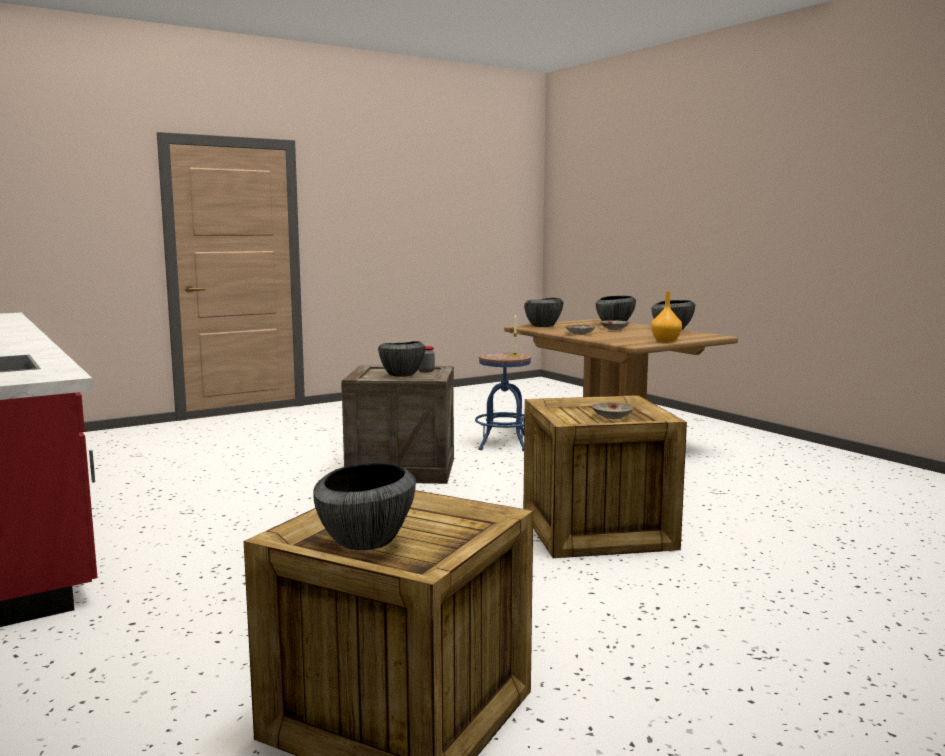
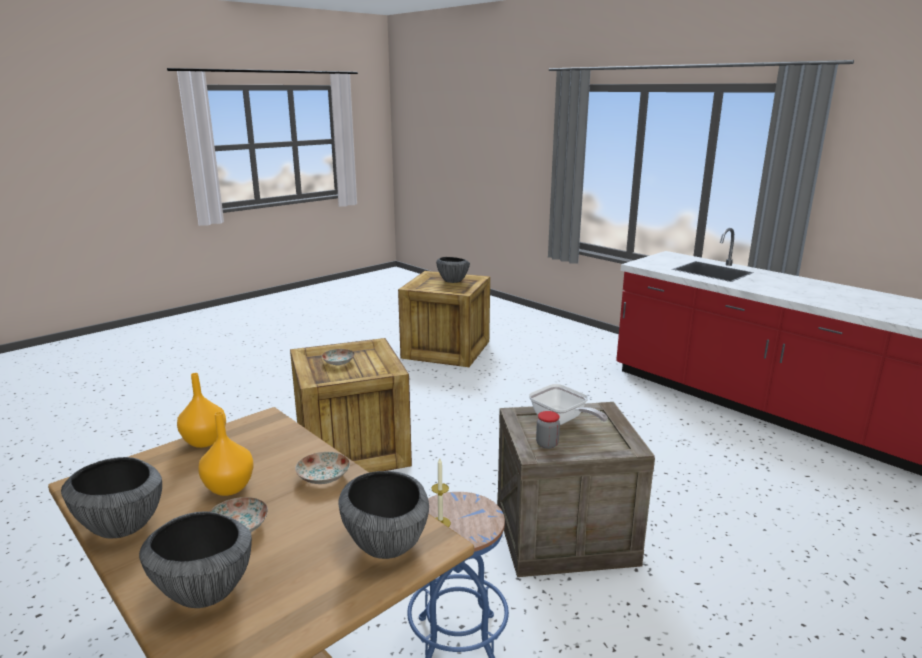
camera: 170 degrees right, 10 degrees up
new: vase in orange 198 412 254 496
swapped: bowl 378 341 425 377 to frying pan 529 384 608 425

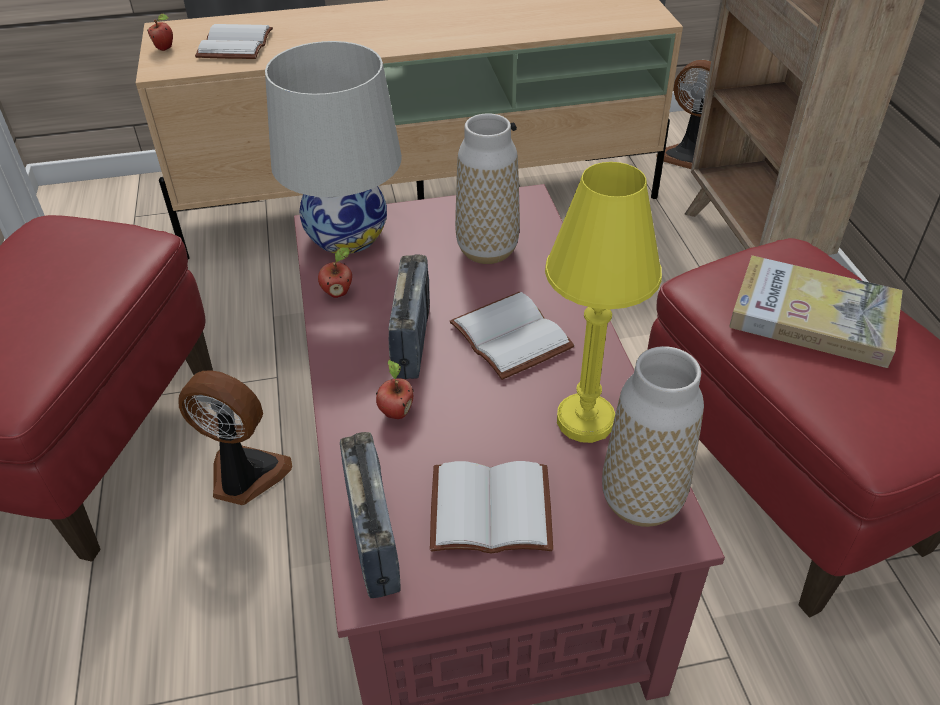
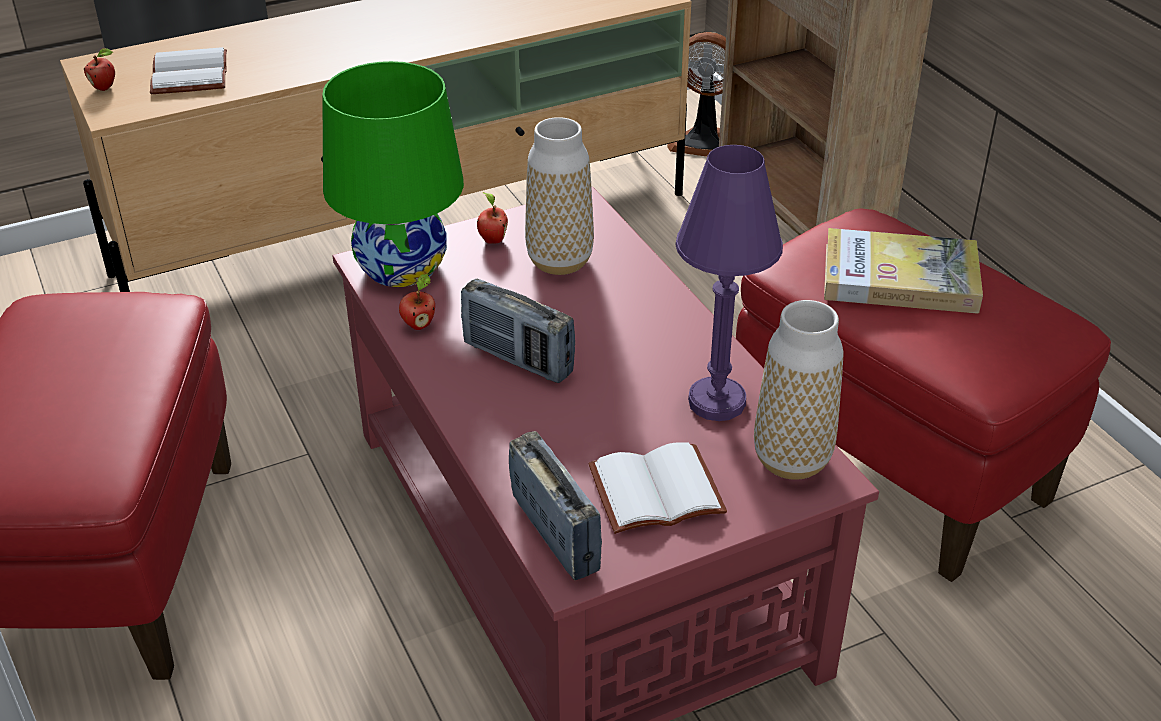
camera: 15 degrees left, 5 degrees down
gone: book in white 450 292 575 380; fan 178 370 292 505
shifted: apple 376 360 414 419 to 477 192 508 244
repainted: table lamp in white 265 41 402 254 to table lamp in green 322 61 464 287; table lamp in yellow 545 162 662 443 to table lamp in purple 675 145 783 421
rotated: radio 388 254 430 379 = 461 279 575 383 135 degrees clockwise

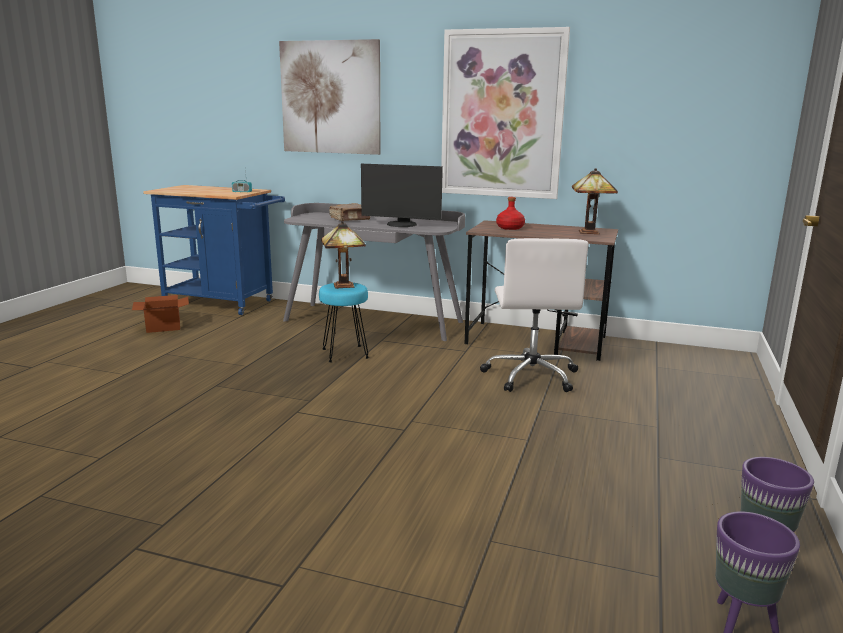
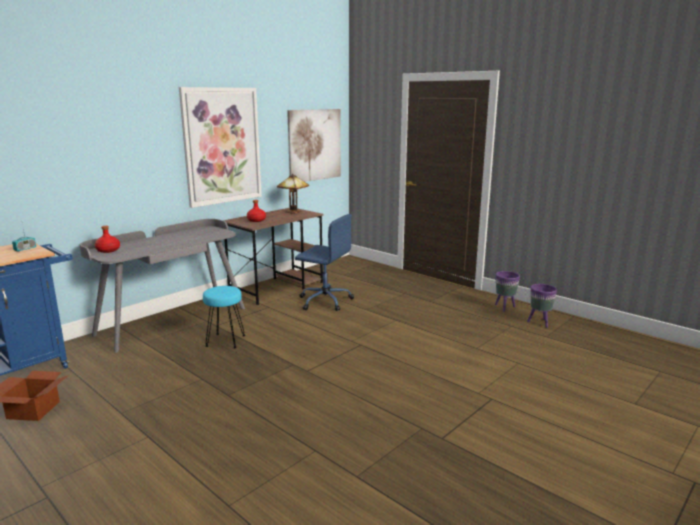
camera: 65 degrees left, 0 degrees up
gone: monitor 361 164 443 227; book in brown 329 203 370 221; table lamp 321 221 366 289
new: bottle in red 95 226 120 253
shifted: picture 279 39 381 155 to 287 109 341 182
repainted: office chair in white 480 238 589 392 to office chair in blue 295 214 354 311

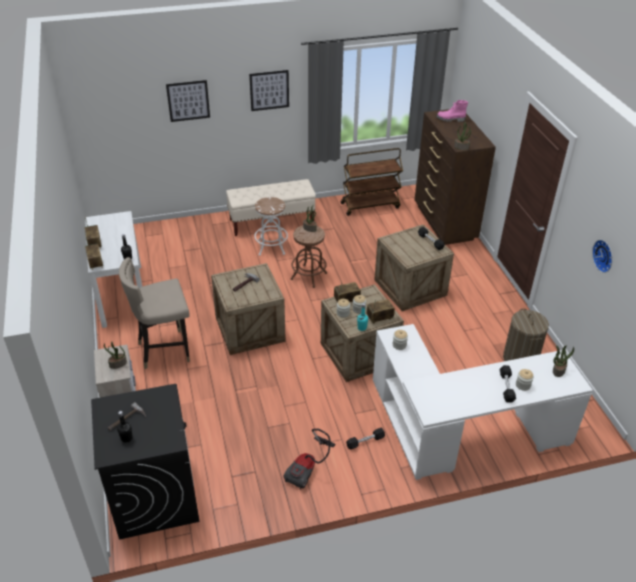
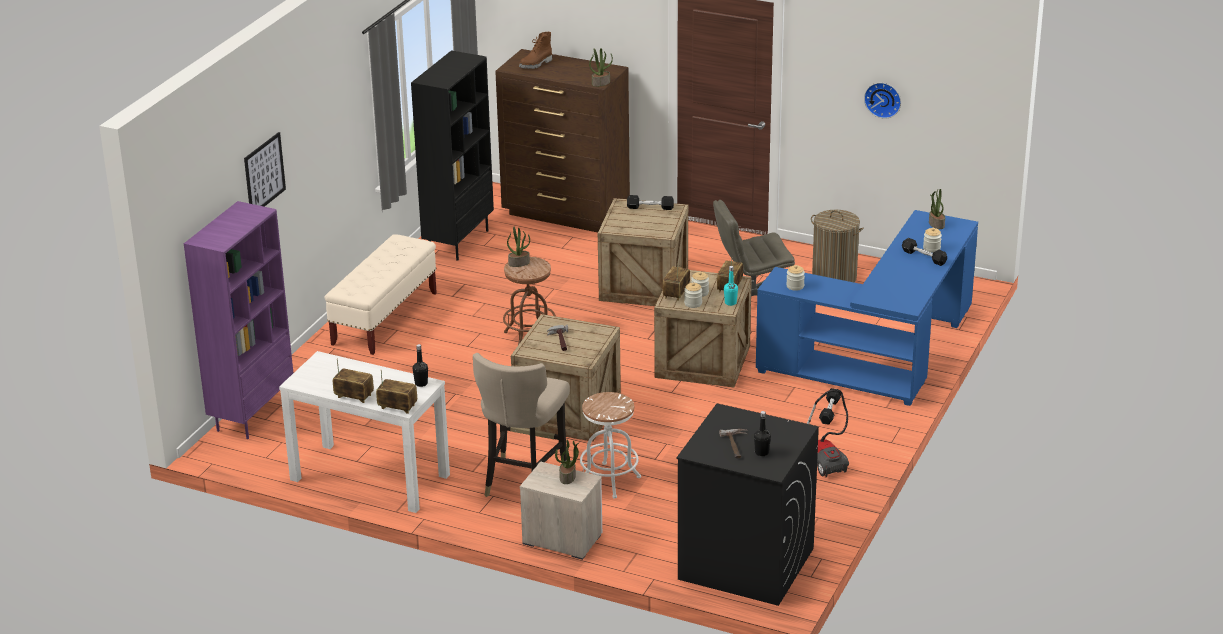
camera: 50 degrees left, 10 degrees down
gone: picture 249 70 289 111
new: office chair in grey 713 200 795 297; bookcase in purple 184 201 293 439
shifted: stool in white 254 197 288 256 to 580 392 641 498
swapped: cart in brown 341 148 403 216 to bookcase in black 411 50 494 261
repainted: boot in pink 436 100 468 122 to boot in brown 519 32 552 69; desk in white 373 324 593 480 to desk in blue 756 210 978 406

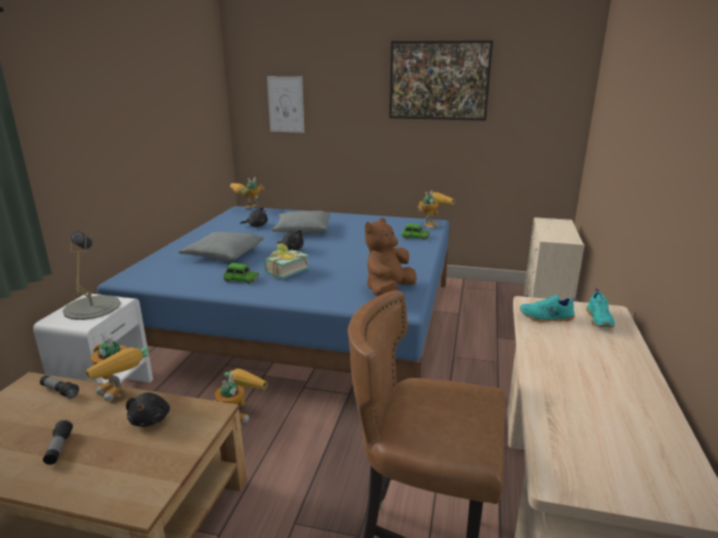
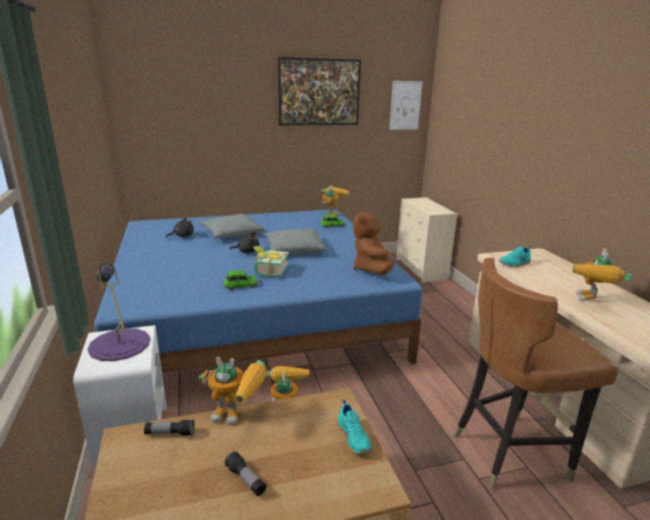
camera: 30 degrees left, 0 degrees up
gone: plush toy in black 126 392 170 427
shifted: picture 267 76 304 133 to 389 81 423 130; toy robot 230 177 265 209 to 572 248 632 302; pillow in grey 178 232 264 261 to 264 228 327 254; shoe in turquoise 586 288 615 328 to 337 399 371 454
repainted: table lamp in grey 62 232 121 320 to table lamp in purple 87 263 150 361

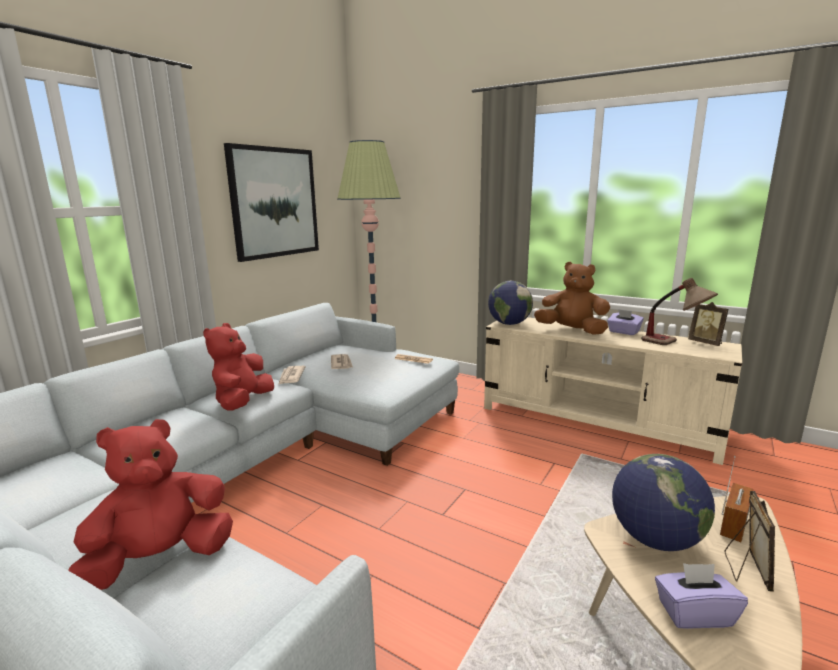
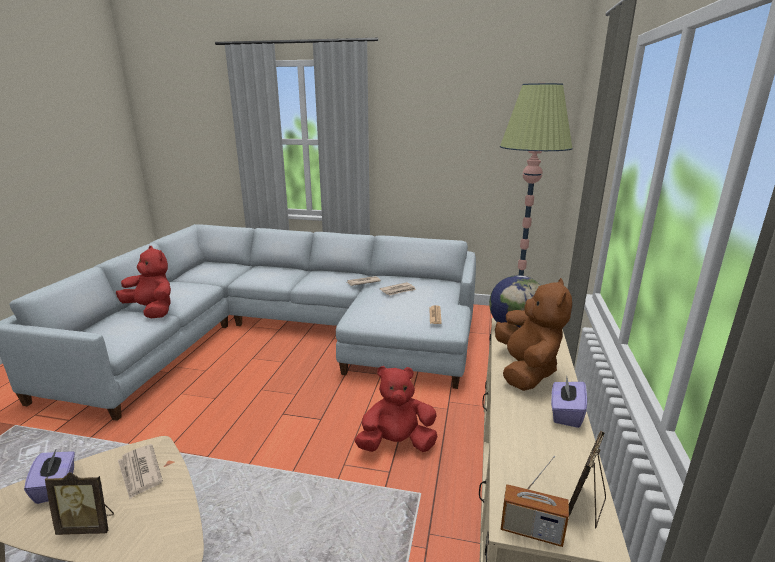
camera: 70 degrees right, 5 degrees up
gone: picture 224 143 319 262; table lamp 641 278 718 345
shifted: plush toy in red 203 323 274 410 to 355 366 438 452; radio 720 456 753 542 to 501 456 569 547
swapped: globe 612 454 715 551 to newspaper 118 444 163 499

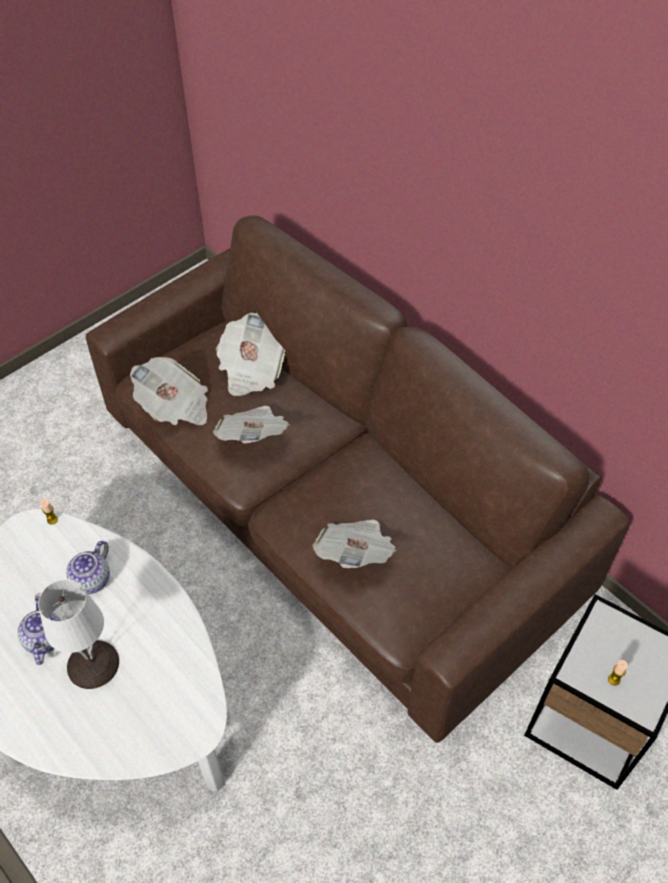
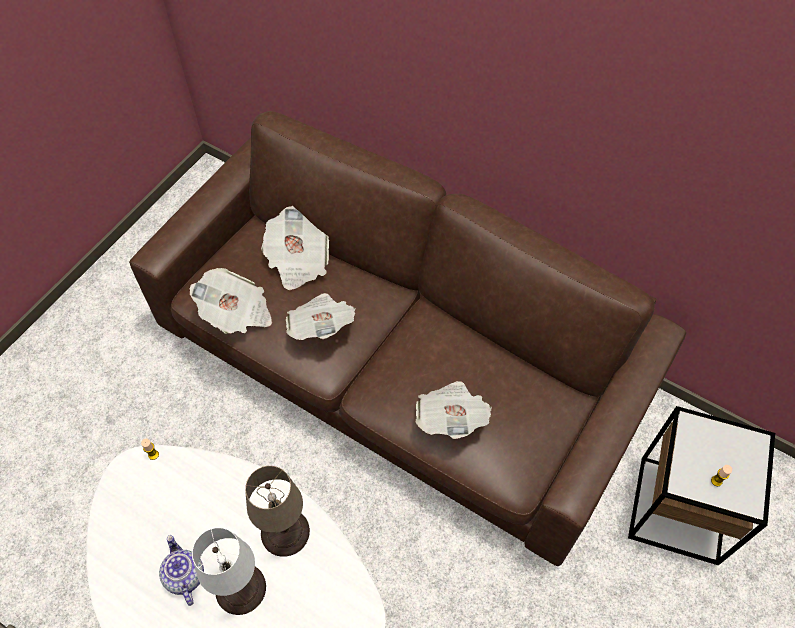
camera: 15 degrees left, 5 degrees up
gone: teapot 66 541 110 594
new: table lamp in beige 245 466 310 557

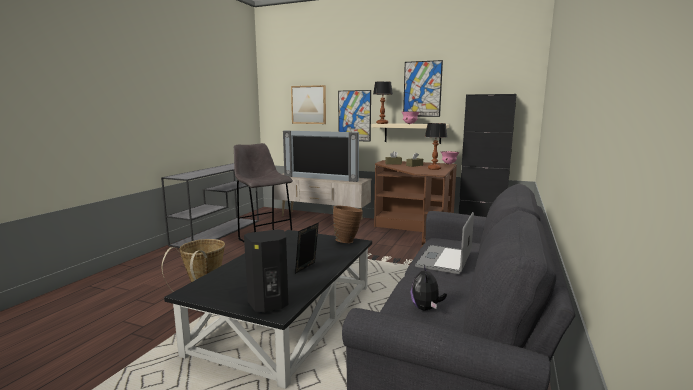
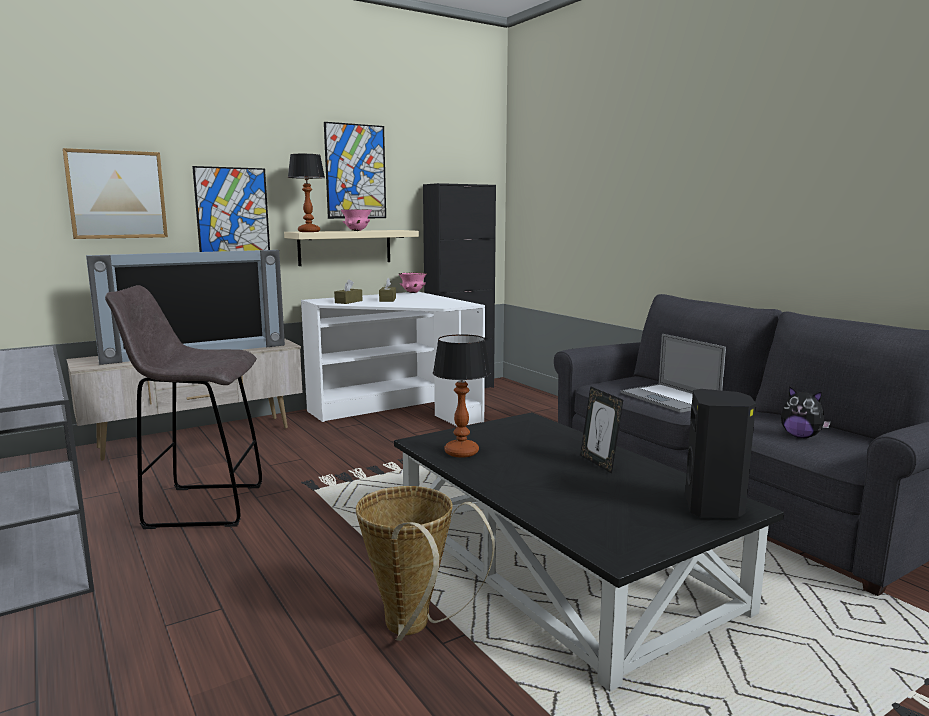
camera: 55 degrees left, 0 degrees up
gone: vase in brown 333 206 363 243
shifted: table lamp 425 123 447 170 to 433 334 490 458
repainted: desk in brown 374 160 457 246 to desk in white 301 292 485 427

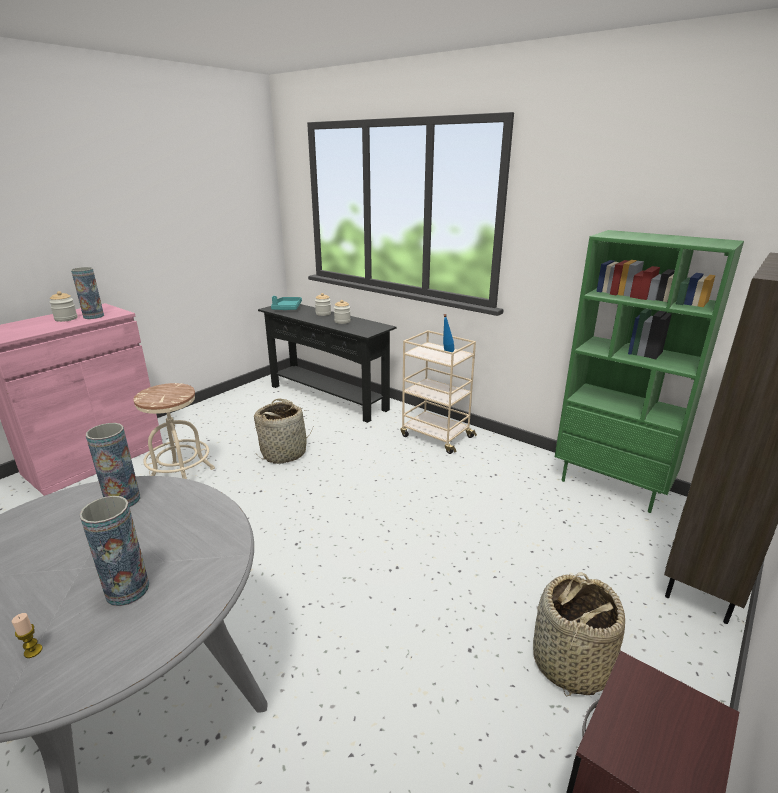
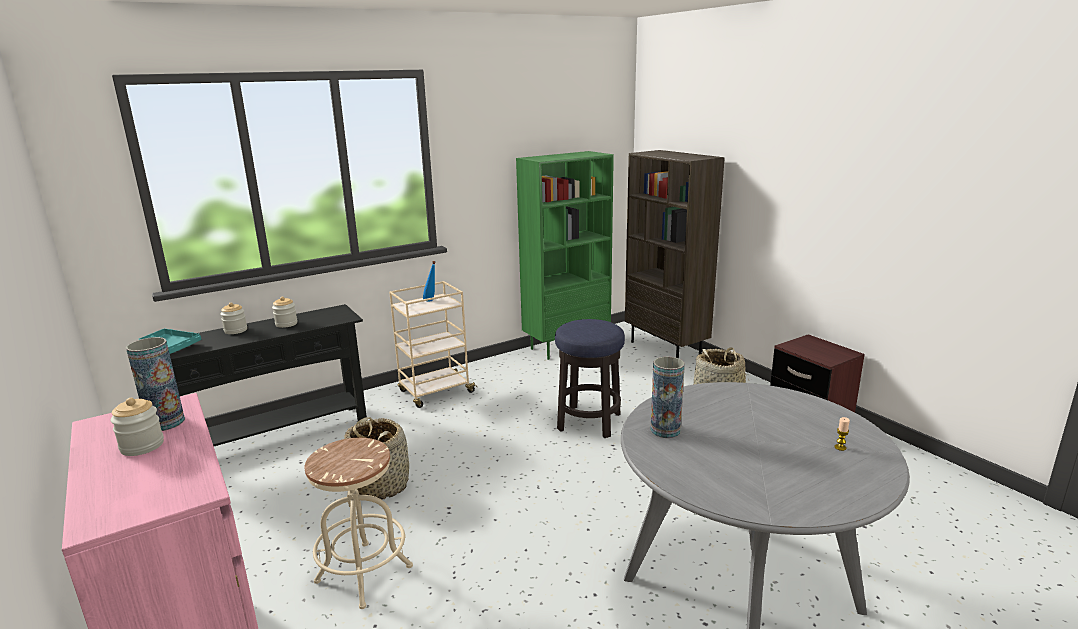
camera: 70 degrees left, 5 degrees down
gone: vase 79 496 149 606
new: stool 555 319 625 438

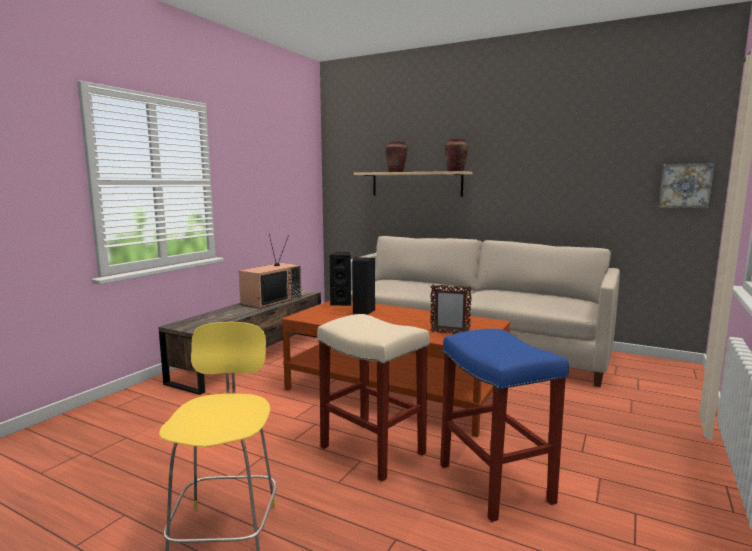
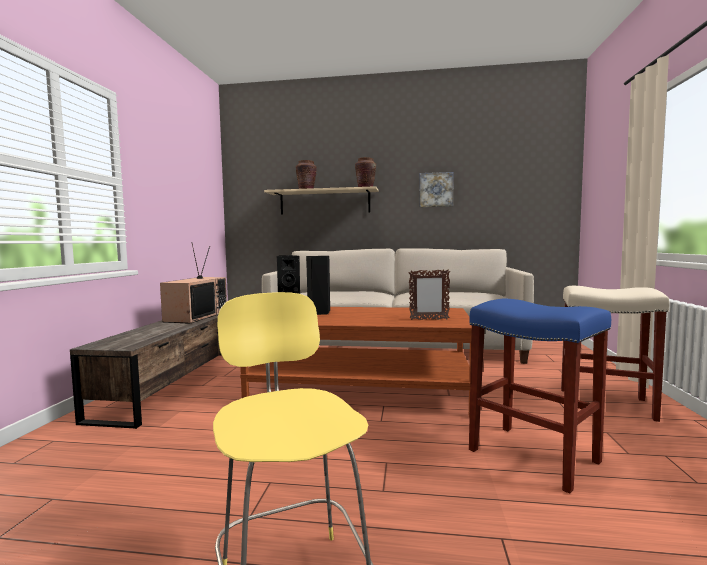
camera: 20 degrees left, 5 degrees down
shifted: picture 659 163 715 209 to 419 172 454 207; stool in beige 317 314 430 482 to 561 286 670 422

